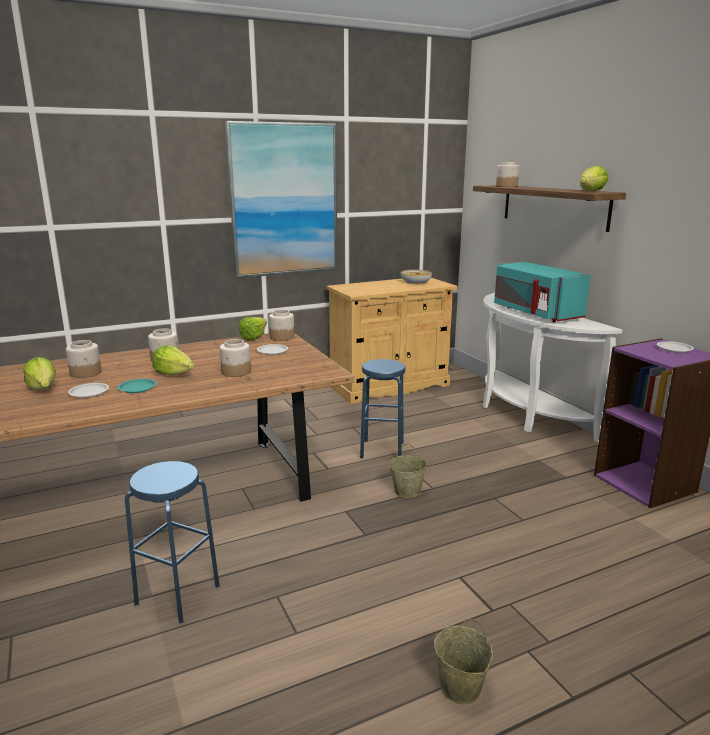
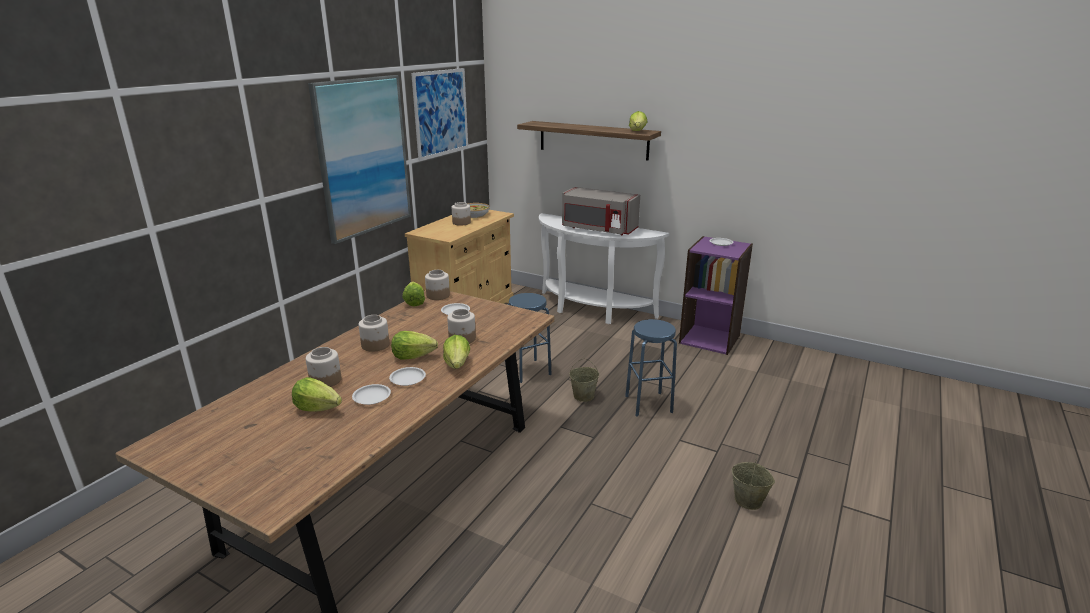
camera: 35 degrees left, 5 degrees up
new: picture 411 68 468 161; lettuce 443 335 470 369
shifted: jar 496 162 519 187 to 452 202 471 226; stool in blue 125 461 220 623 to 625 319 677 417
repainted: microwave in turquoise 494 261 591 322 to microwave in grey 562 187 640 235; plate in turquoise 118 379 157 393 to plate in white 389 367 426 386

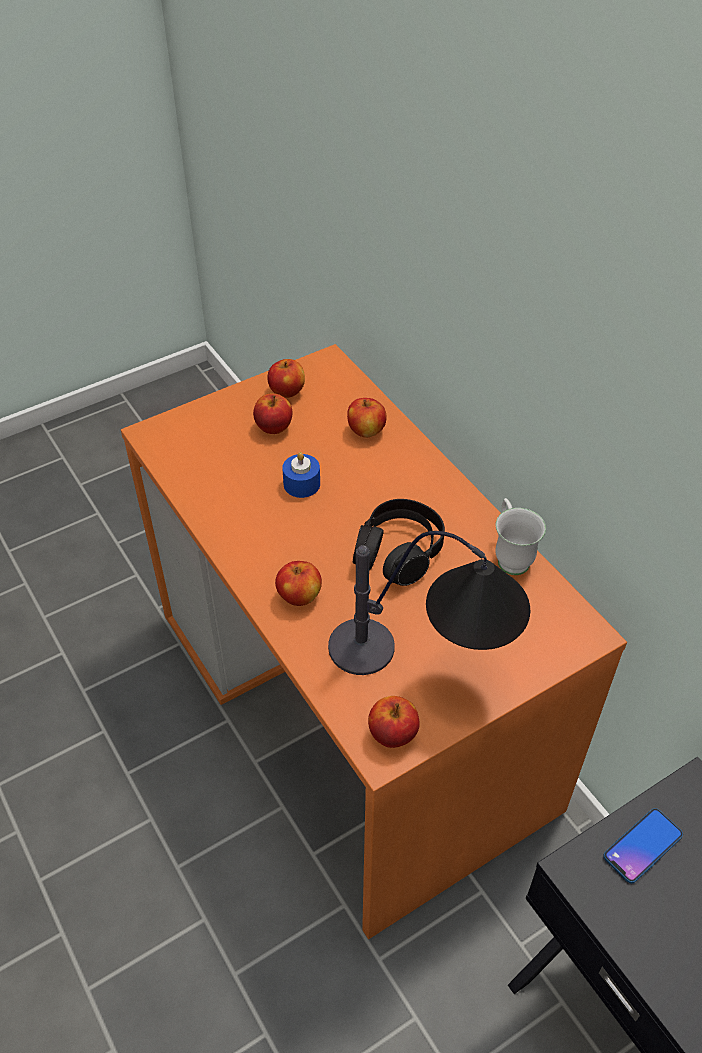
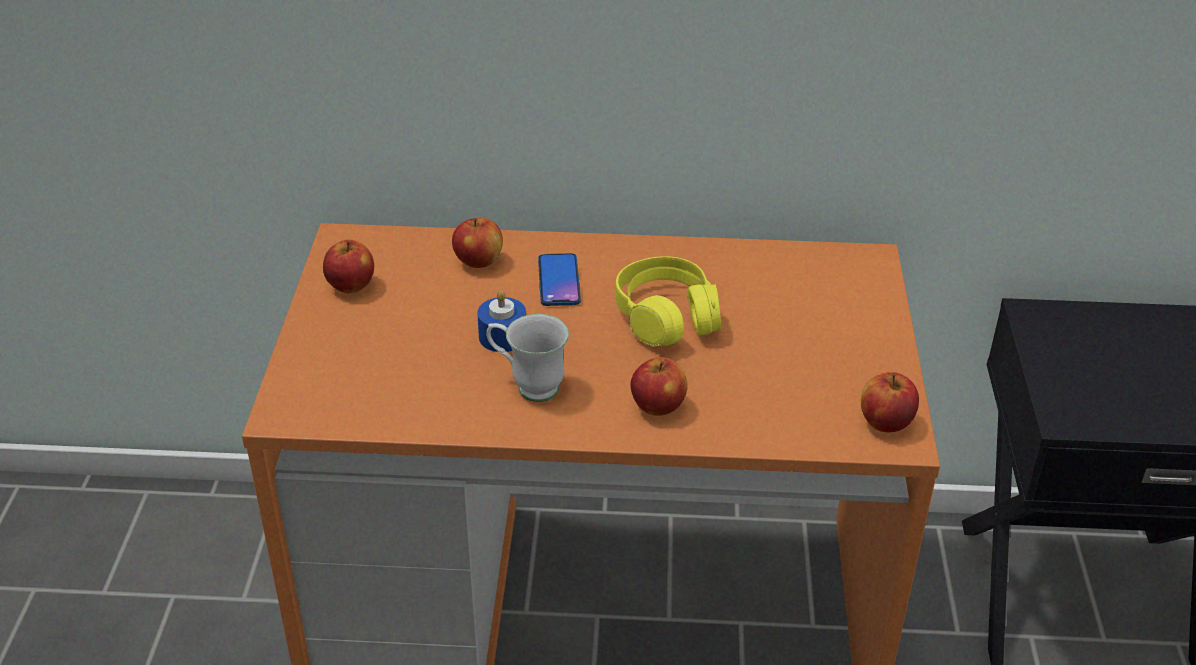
camera: 55 degrees left, 10 degrees down
gone: apple 253 393 292 434; table lamp 328 531 530 675
shifted: mug in white 496 498 546 575 to 486 314 569 402; phone 604 808 683 883 to 538 253 581 306
repainted: headphones in black 353 499 445 586 to headphones in yellow 616 256 721 346

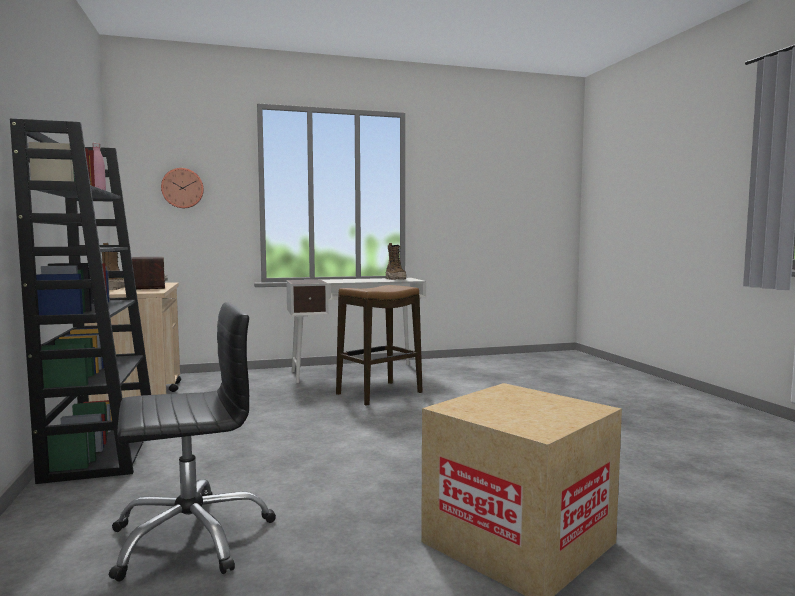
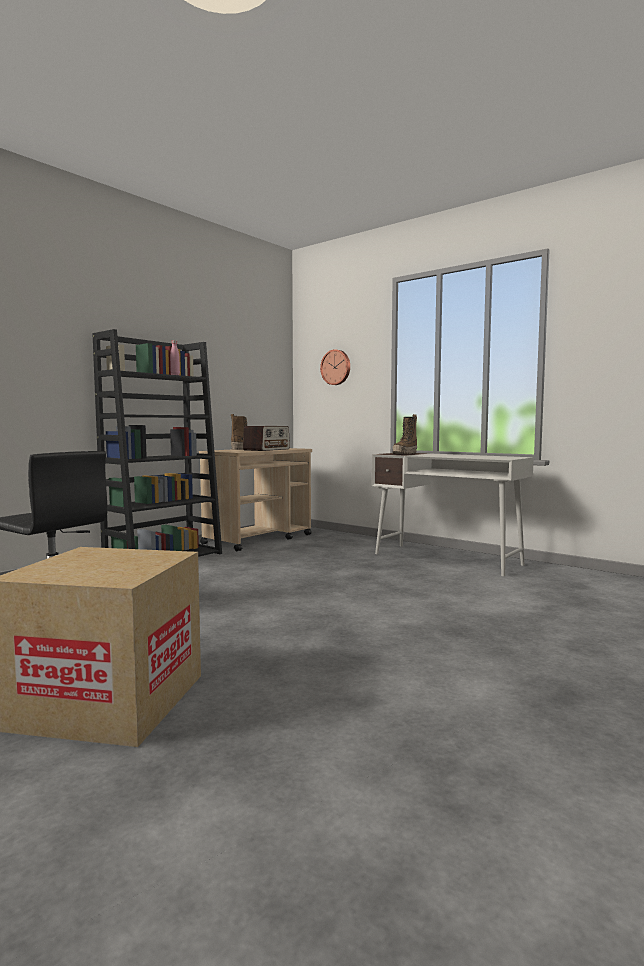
camera: 55 degrees right, 0 degrees up
gone: stool 336 285 423 406
shifted: boot 385 243 406 280 to 393 414 417 454

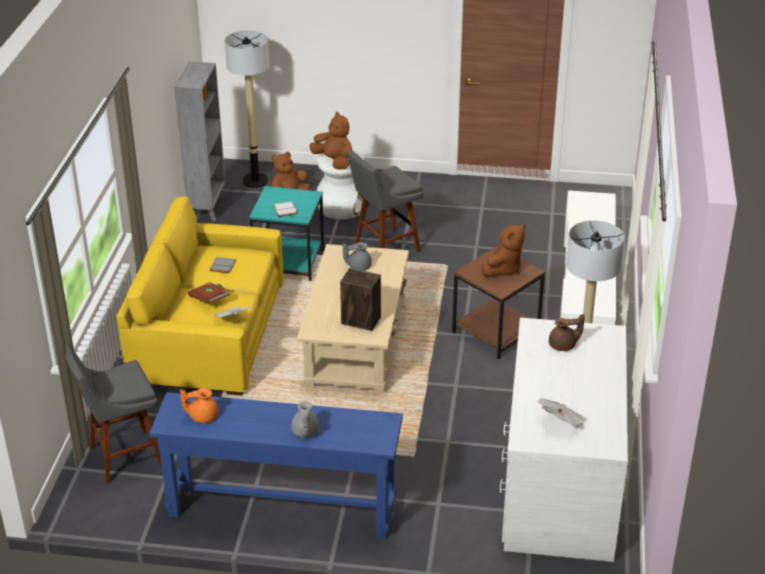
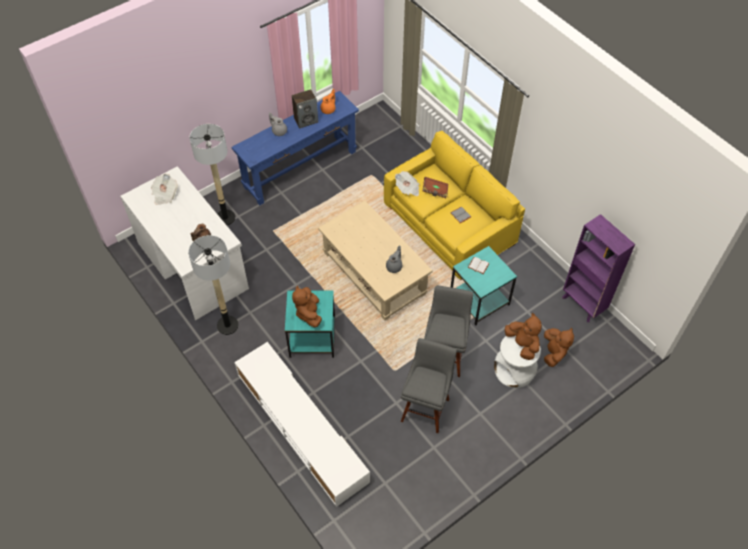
camera: 135 degrees right, 20 degrees up
shifted: floor lamp 225 30 269 188 to 190 124 235 226; speaker 340 268 381 331 to 292 89 318 128; stool in grey 65 345 162 483 to 401 338 457 433
repainted: bookcase in grey 174 62 226 221 to bookcase in purple 562 214 635 322; side table in brown 452 246 545 359 to side table in turquoise 285 291 335 358
rotated: plush toy in brown 309 112 353 170 = 505 313 542 360 120 degrees counterclockwise

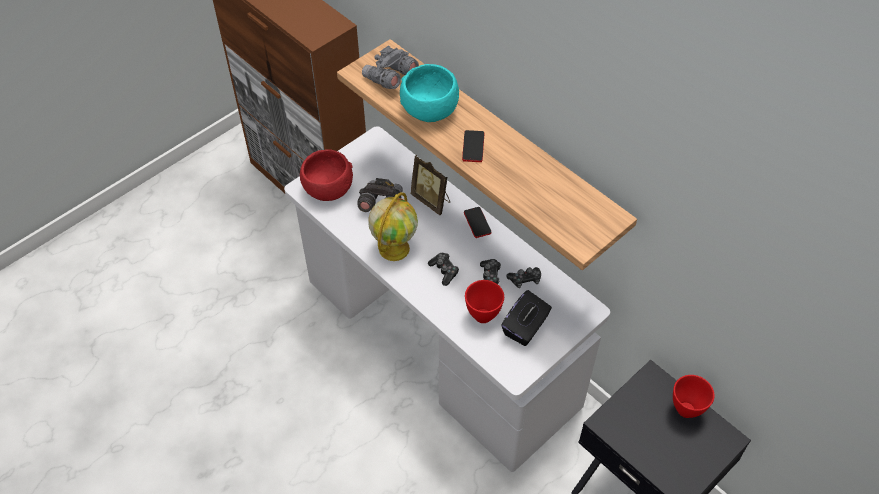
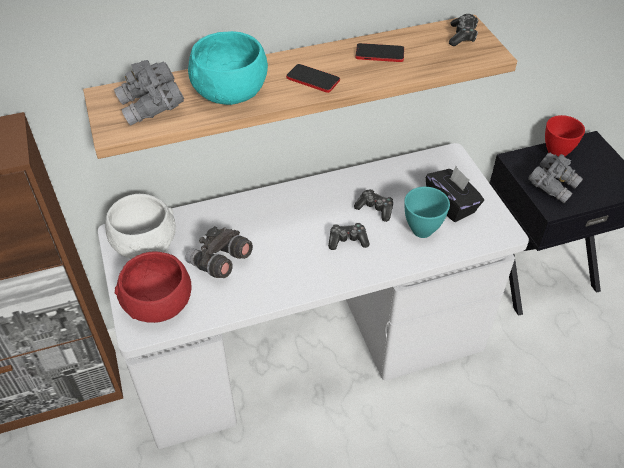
camera: 65 degrees left, 5 degrees down
gone: picture frame 410 155 450 215; globe 368 192 418 261
new: binoculars in grey 528 153 583 203; bowl in white 105 194 176 259
shifted: phone 464 207 491 238 to 355 43 404 62; game controller 506 267 541 288 to 449 14 478 46
repainted: bowl in red 465 280 504 323 to bowl in turquoise 404 187 450 238

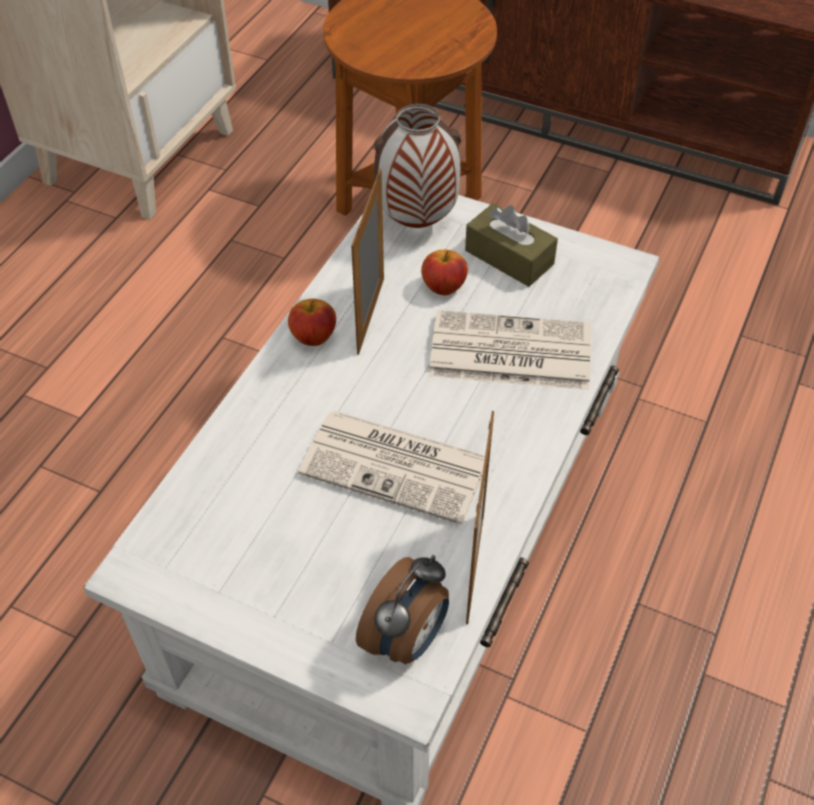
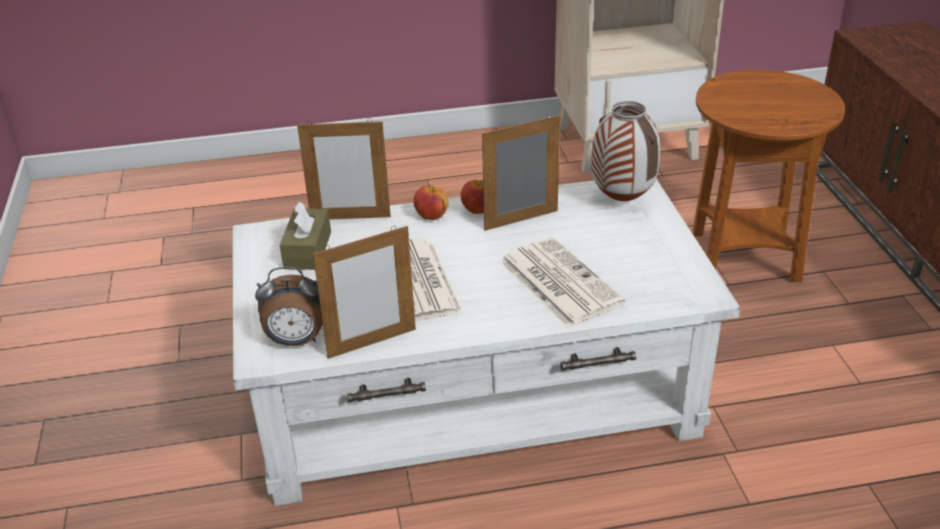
camera: 55 degrees right, 15 degrees down
new: picture frame 297 118 391 220
shifted: tissue box in brown 465 203 558 287 to 280 201 331 270; apple 421 250 468 295 to 413 185 449 220

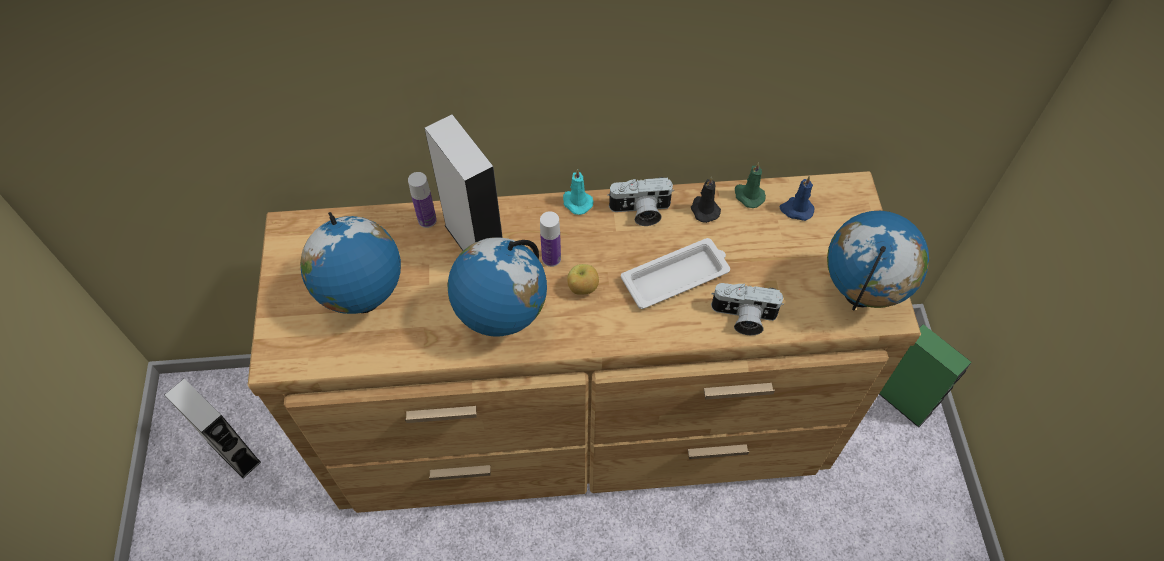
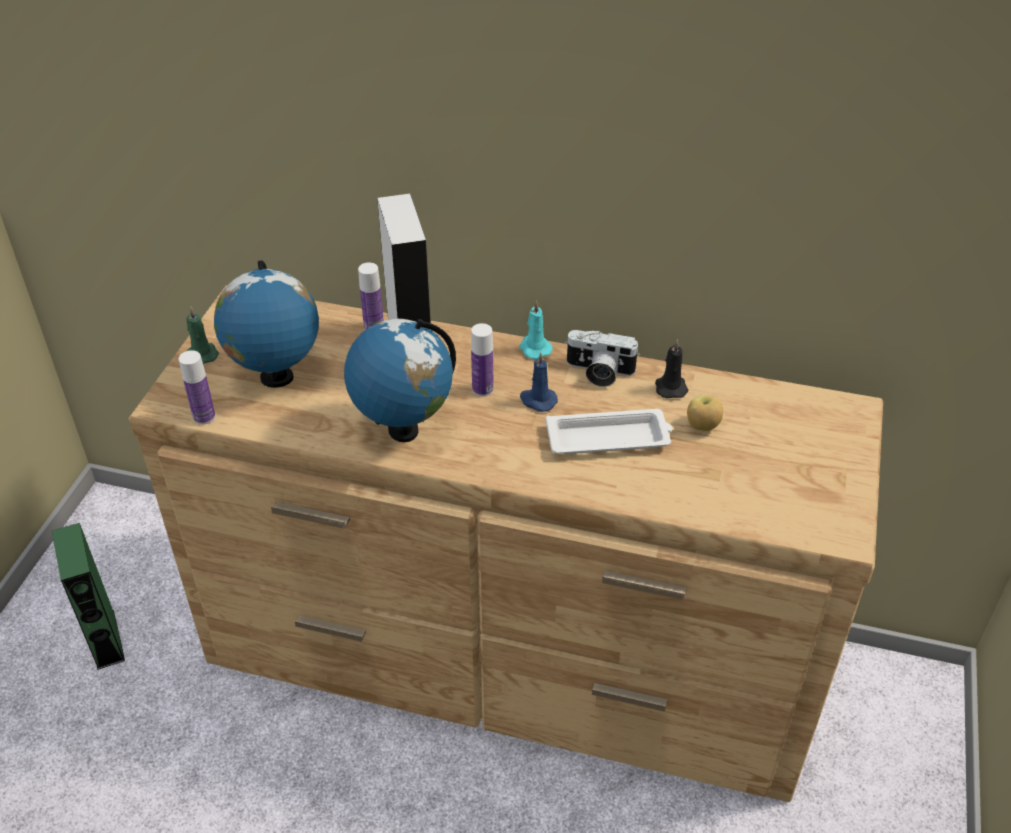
camera: 20 degrees right, 15 degrees down
gone: globe 827 211 929 310; photo camera 711 283 784 335; speaker in grey 165 379 261 478
new: bottle 179 350 215 425
shifted: candle in green 735 162 766 208 to 187 307 219 364; candle in blue 780 176 814 221 to 520 352 558 412; apple 567 264 599 294 to 687 395 723 431; speaker in green 879 324 971 427 to 52 523 125 670

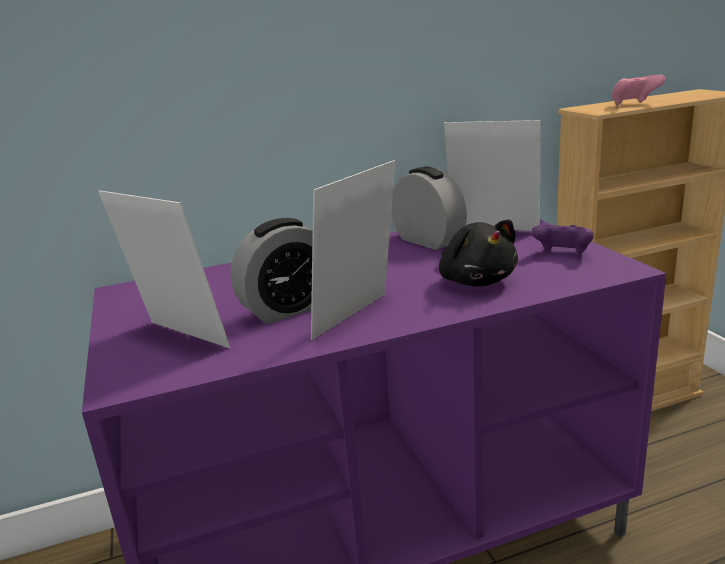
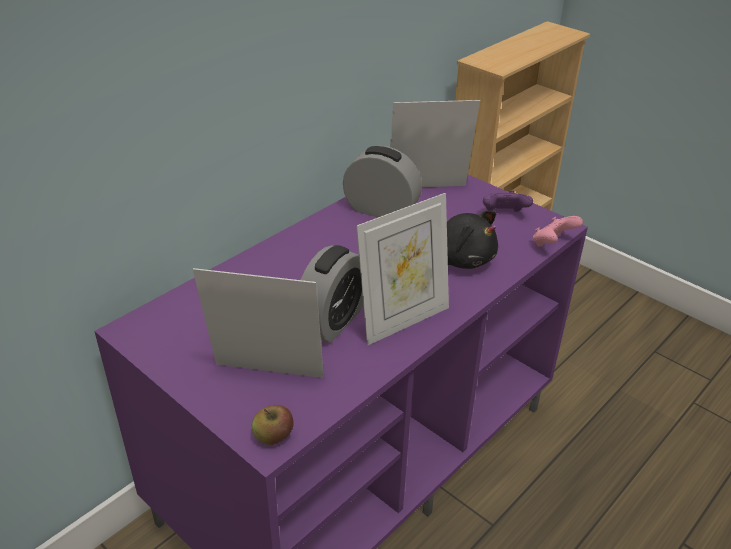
camera: 30 degrees left, 15 degrees up
new: apple 252 405 294 445
shifted: game controller in pink 611 74 665 106 to 533 216 583 247
rotated: picture frame 311 160 395 340 = 356 193 449 345 135 degrees counterclockwise

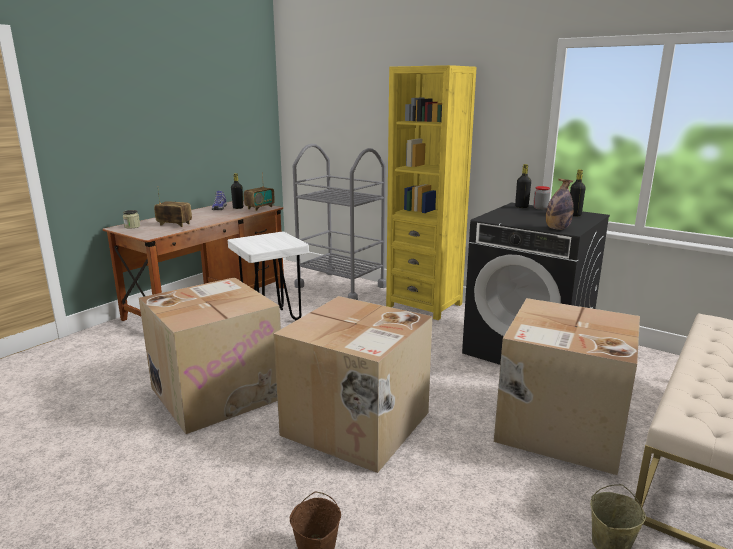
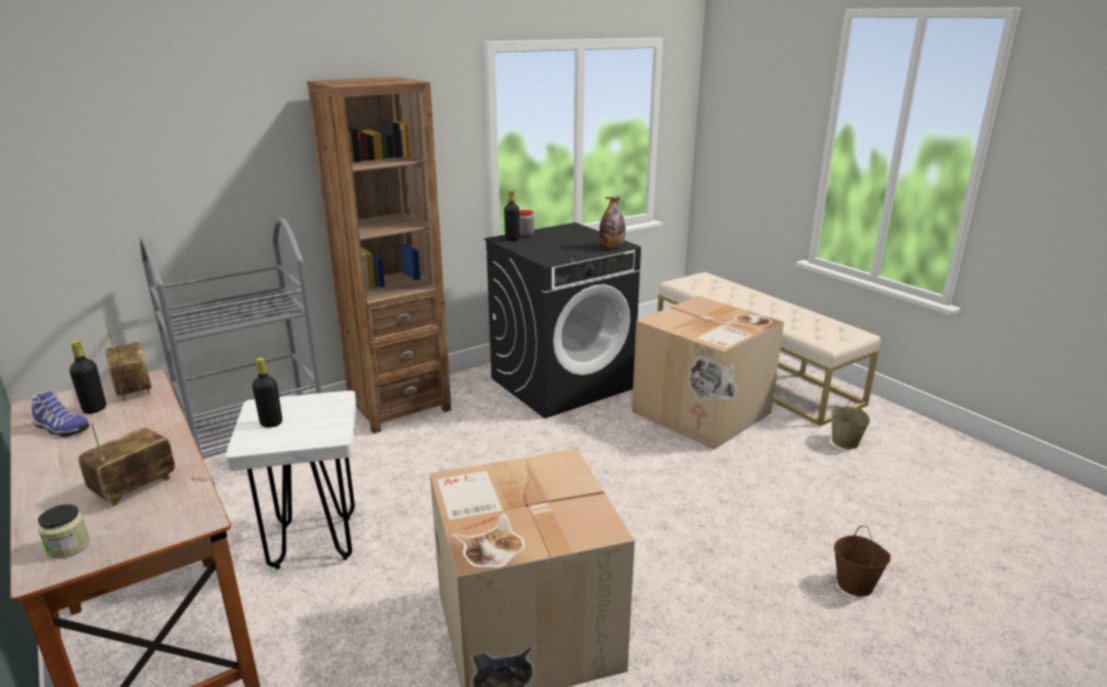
camera: 70 degrees left, 5 degrees up
gone: cardboard box 274 296 432 473
shifted: bottle in black 570 169 586 216 to 252 358 282 428
repainted: bookcase in yellow 386 65 477 320 to bookcase in brown 307 77 451 434

